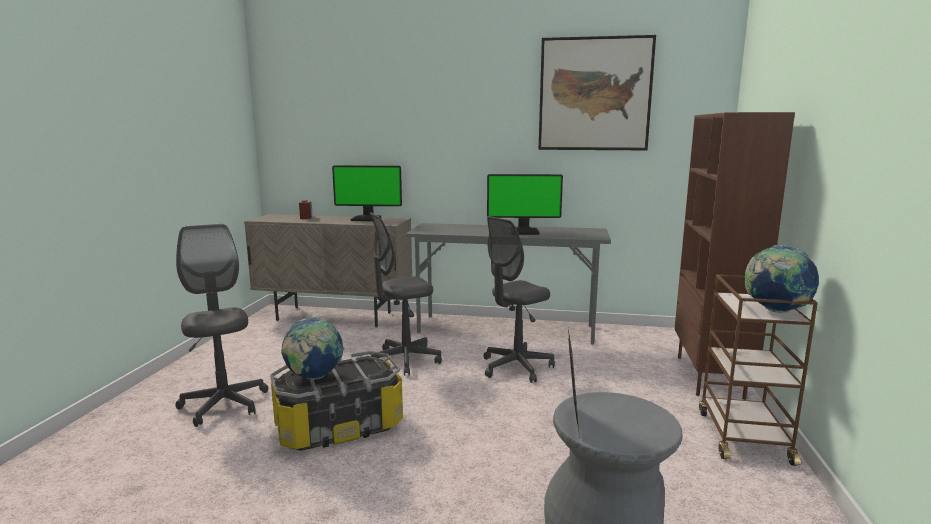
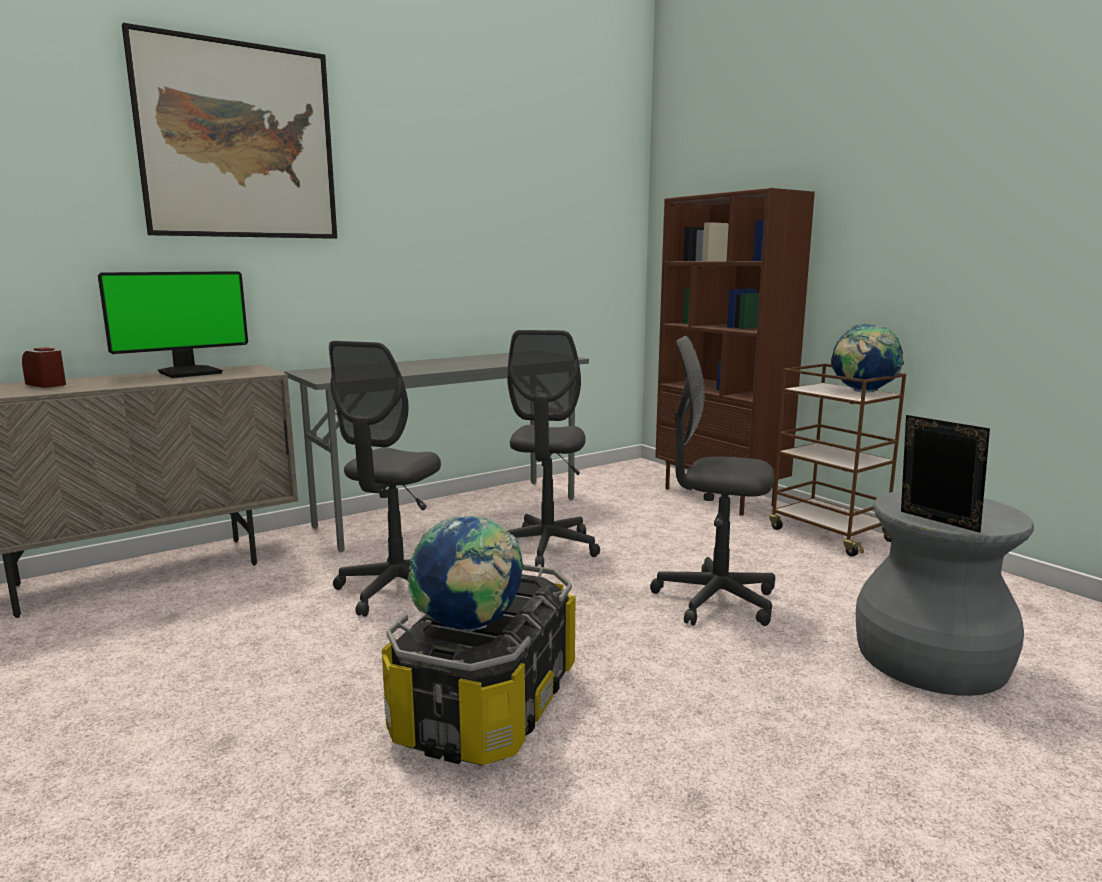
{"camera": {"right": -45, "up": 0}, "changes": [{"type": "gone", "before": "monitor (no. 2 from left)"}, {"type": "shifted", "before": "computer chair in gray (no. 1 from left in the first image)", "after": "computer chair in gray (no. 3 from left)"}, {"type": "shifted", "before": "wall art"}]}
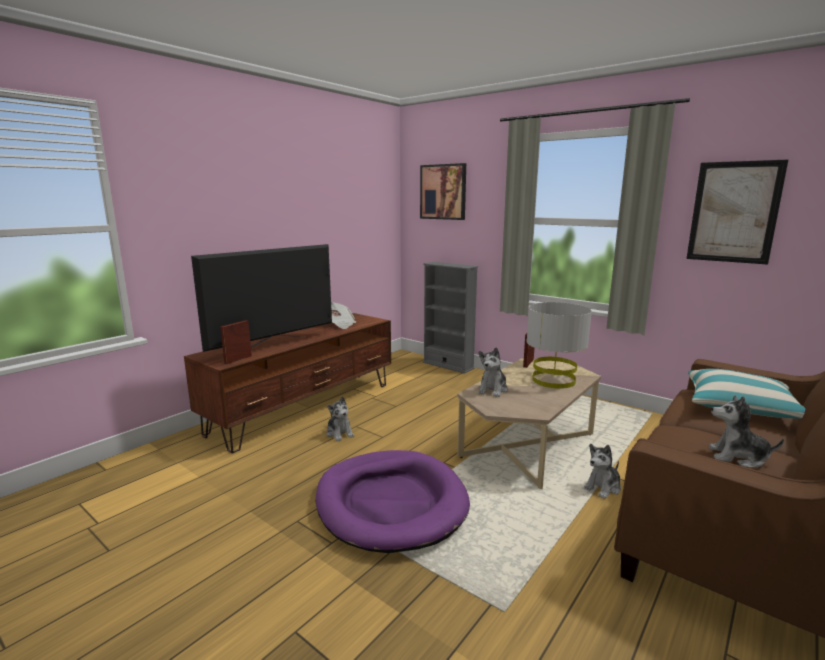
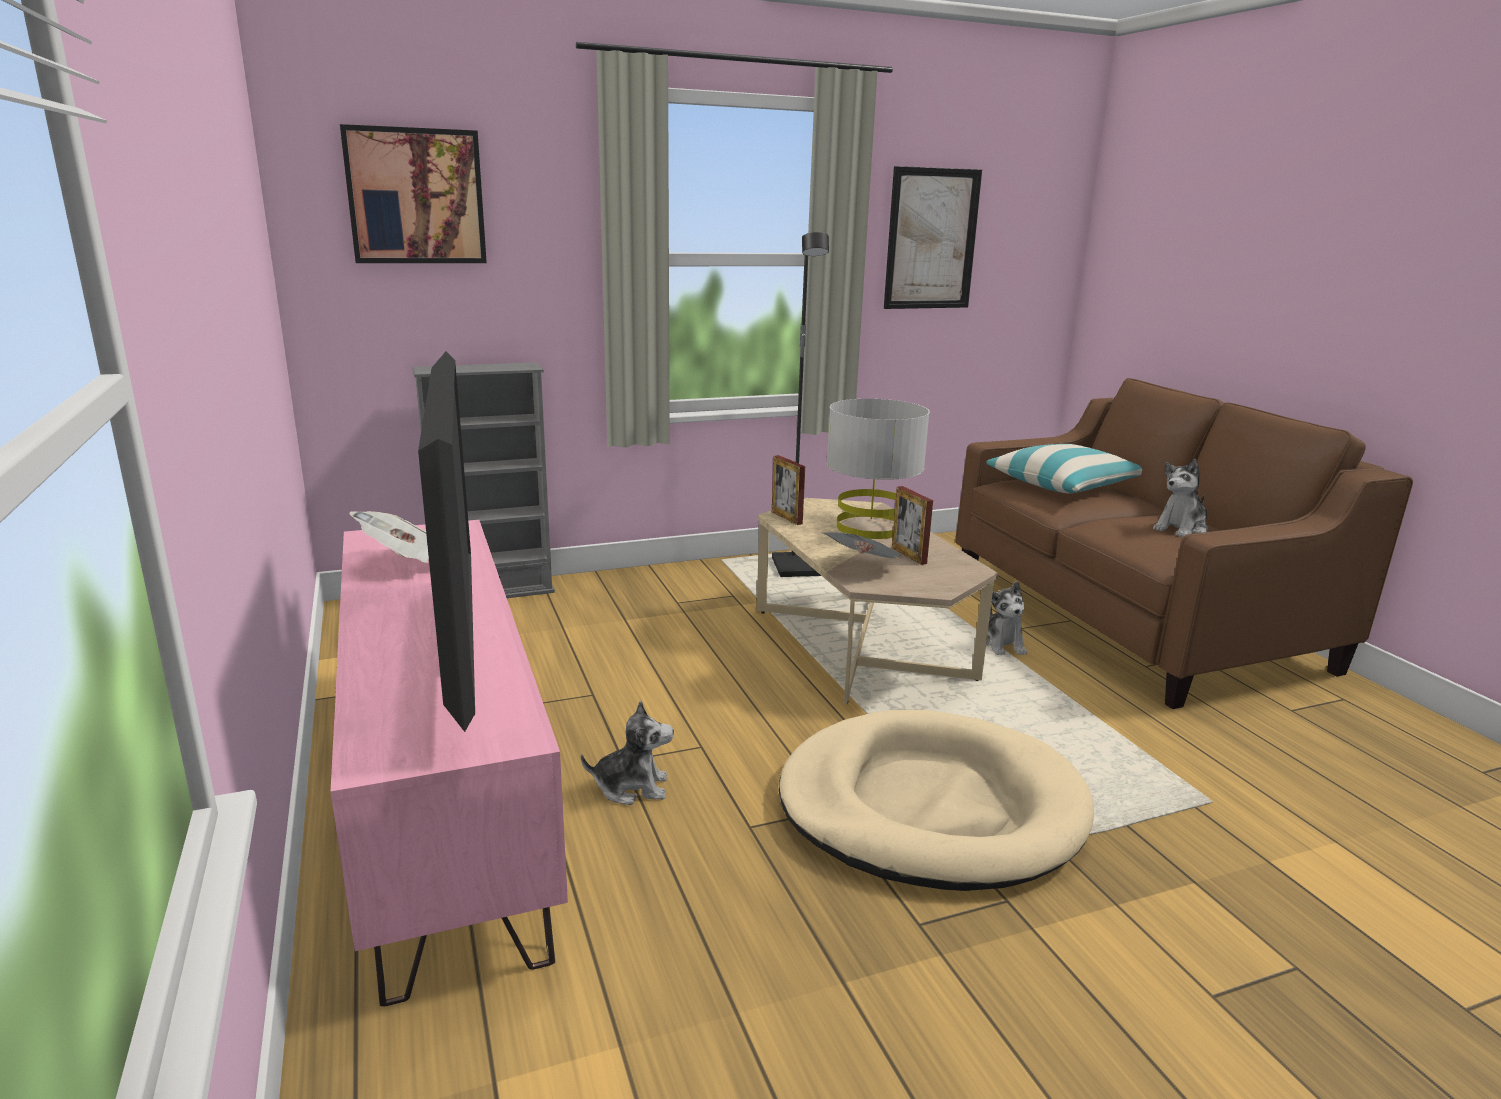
{"camera": {"right": -60, "up": 5}, "changes": [{"type": "new", "after": "standing lamp in black"}, {"type": "shifted", "before": "picture frame (no. 1 from left in the first image)", "after": "picture frame (no. 2 from left)"}, {"type": "swapped", "before": "plush toy (no. 2 from left)", "after": "newspaper (no. 2 from left)"}, {"type": "repainted", "before": "tv unit in brown-coloured", "after": "tv unit in pink-coloured"}, {"type": "repainted", "before": "dog bed in purple", "after": "dog bed in beige-coloured"}]}
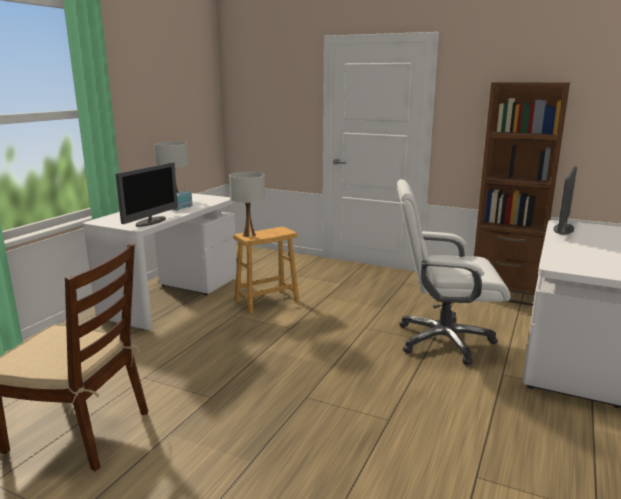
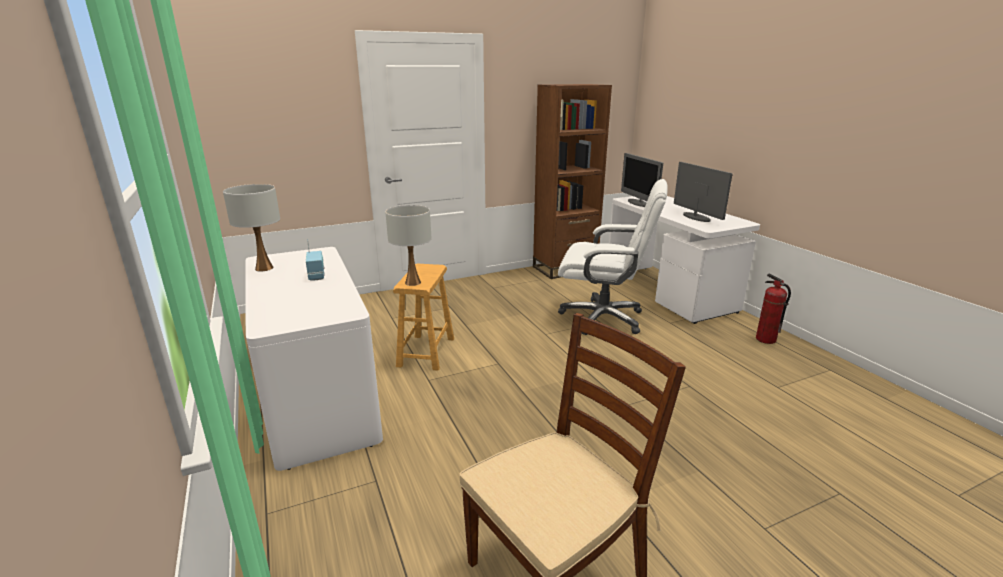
{"camera": {"right": -50, "up": 5}, "changes": [{"type": "new", "after": "extinguisher"}, {"type": "shifted", "before": "monitor (no. 1 from left in the first image)", "after": "monitor (no. 2 from left)"}, {"type": "rotated", "before": "computer chair in white", "turn": -120}]}
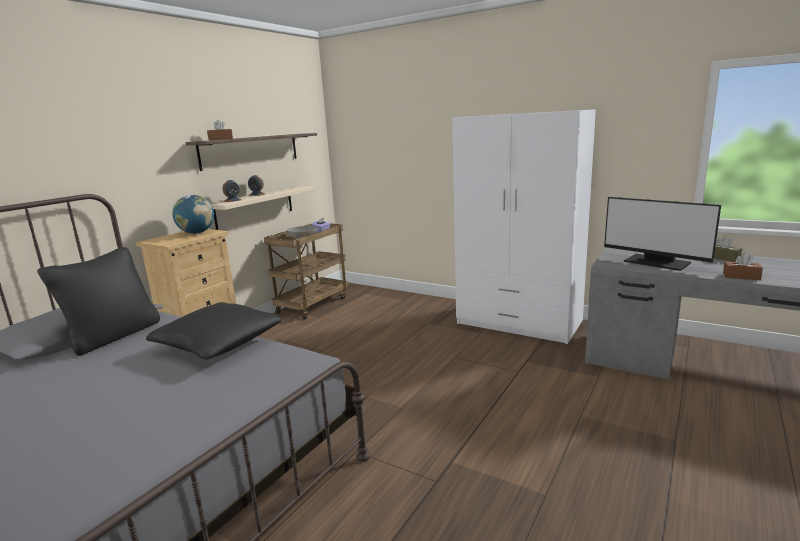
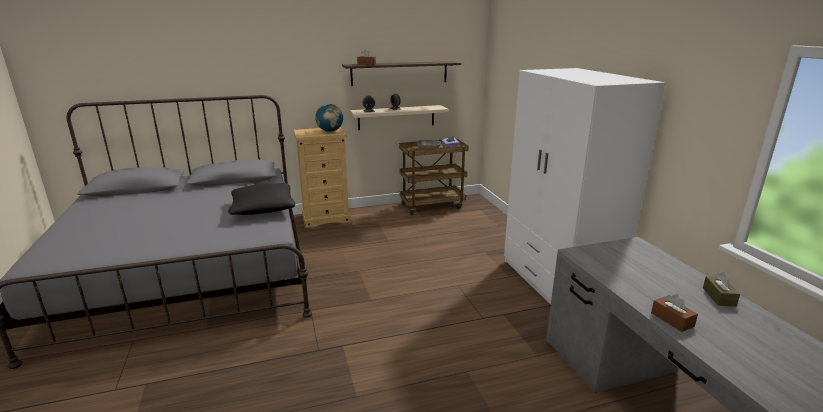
{"camera": {"right": 40, "up": 5}, "changes": [{"type": "gone", "before": "cushion in black (no. 1 from left)"}, {"type": "gone", "before": "monitor"}]}
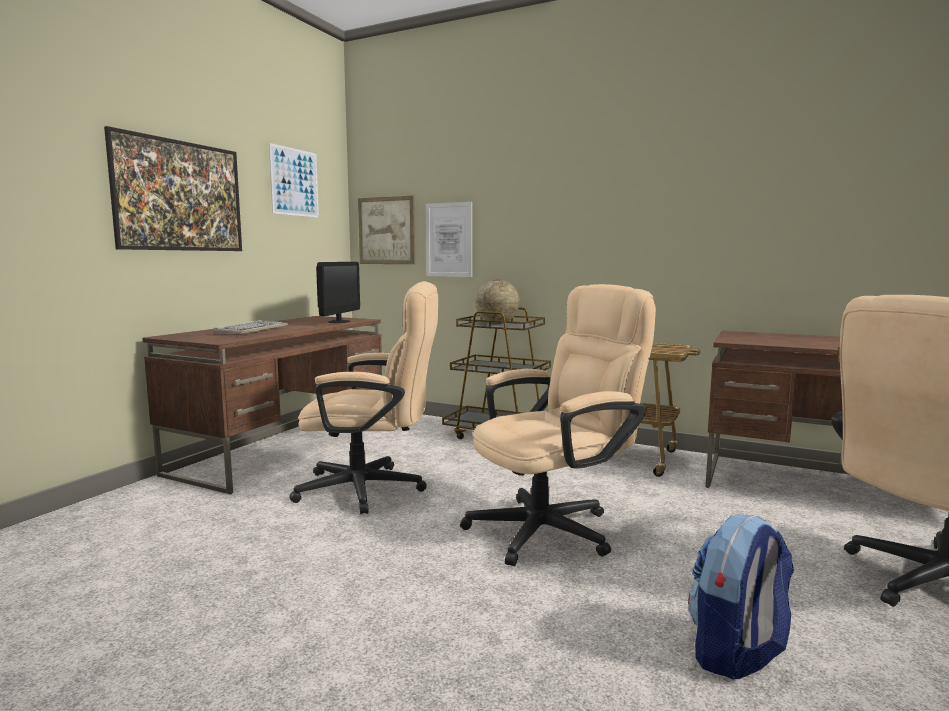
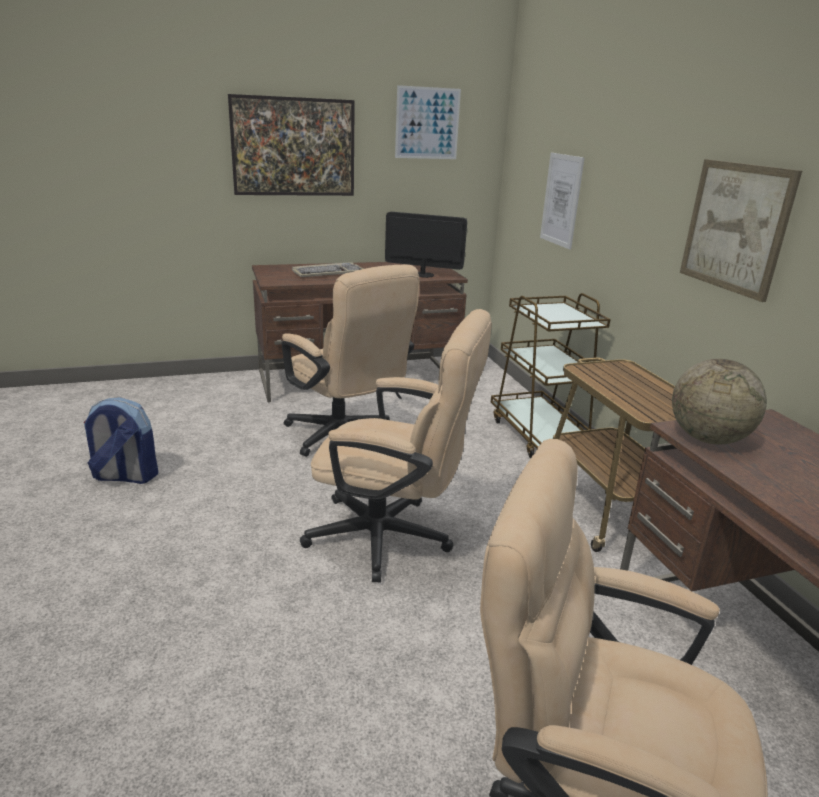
{"camera": {"right": 45, "up": 15}, "changes": [{"type": "shifted", "before": "wall art (no. 3 from left in the first image)", "after": "wall art (no. 4 from left)"}, {"type": "shifted", "before": "world globe"}, {"type": "shifted", "before": "knapsack"}, {"type": "rotated", "before": "monitor", "turn": -135}]}
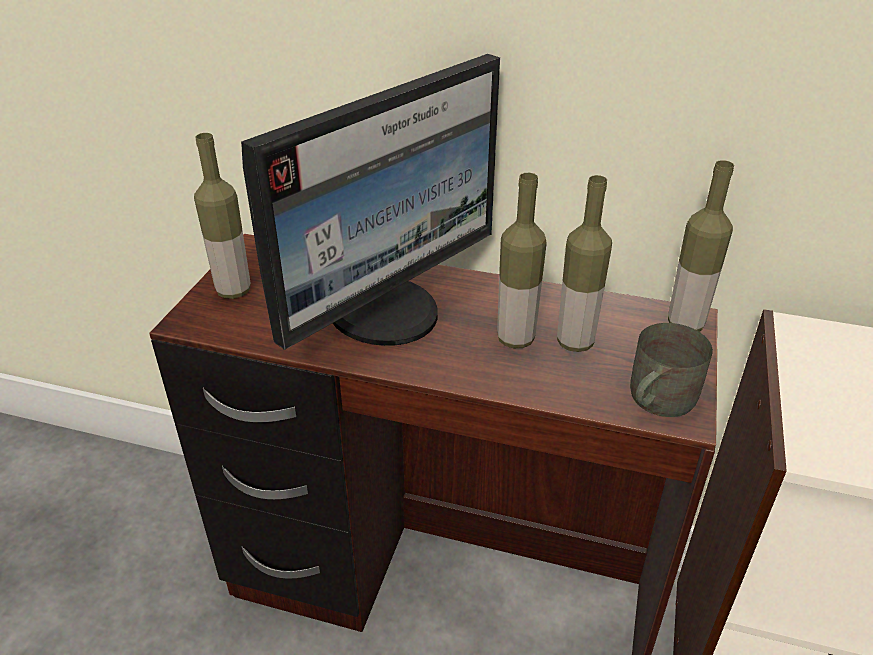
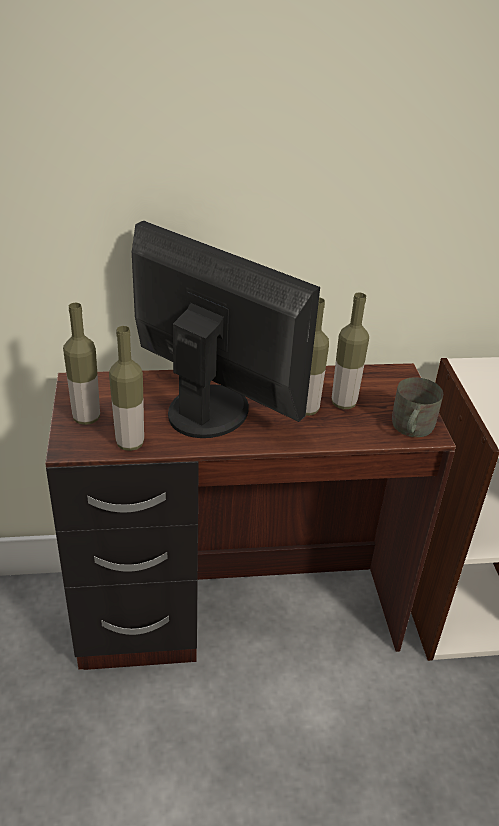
{"camera": {"right": -25, "up": 0}, "changes": [{"type": "shifted", "before": "beverage bottle (no. 4 from left in the first image)", "after": "beverage bottle (no. 2 from left)"}, {"type": "rotated", "before": "monitor", "turn": -75}]}
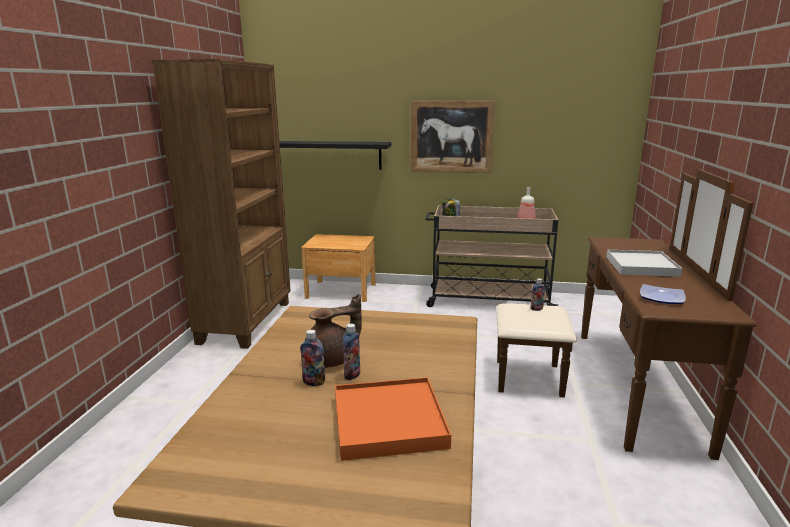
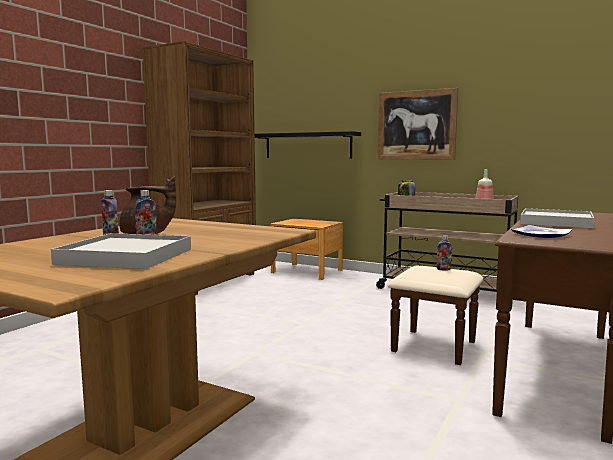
{"camera": {"right": 20, "up": -10}, "changes": [{"type": "repainted", "before": "serving tray in orange-coloured", "after": "serving tray in white (no. 1 from left)"}]}
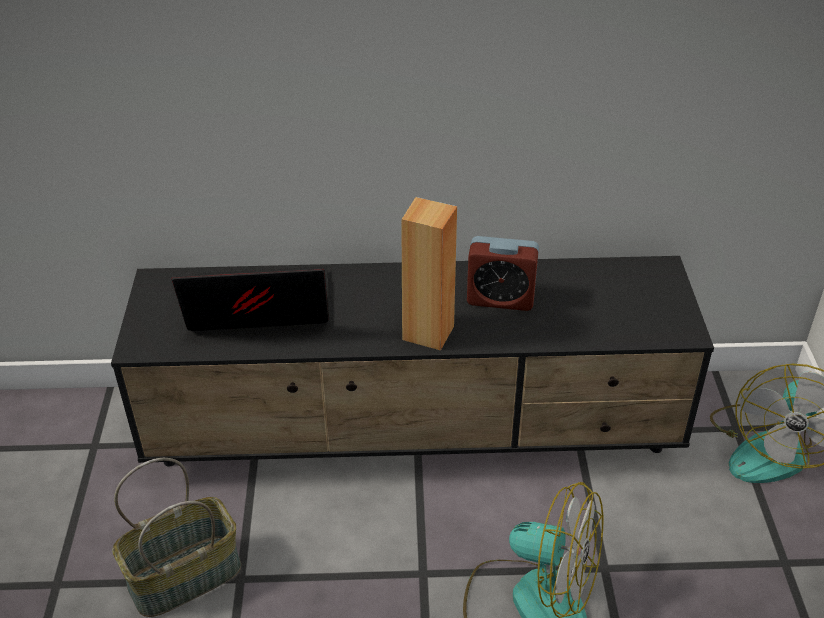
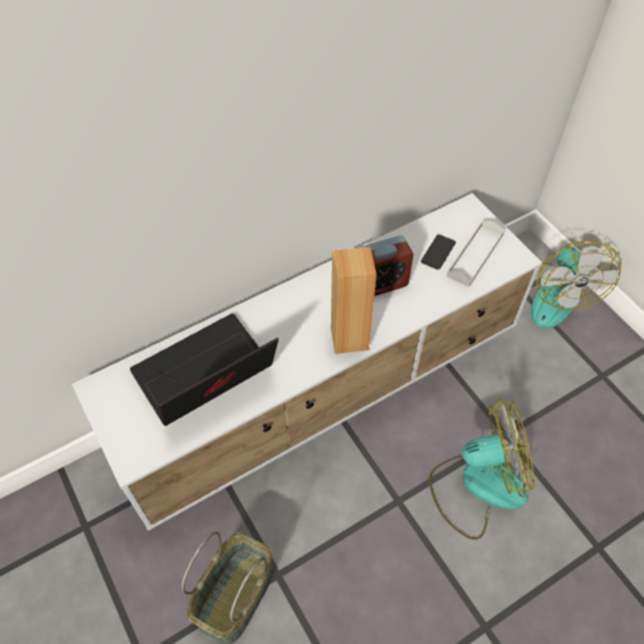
{"camera": {"right": -30, "up": 15}, "changes": [{"type": "new", "after": "phone"}, {"type": "new", "after": "serving tray in gray"}, {"type": "repainted", "before": "tv unit in black", "after": "tv unit in white"}]}
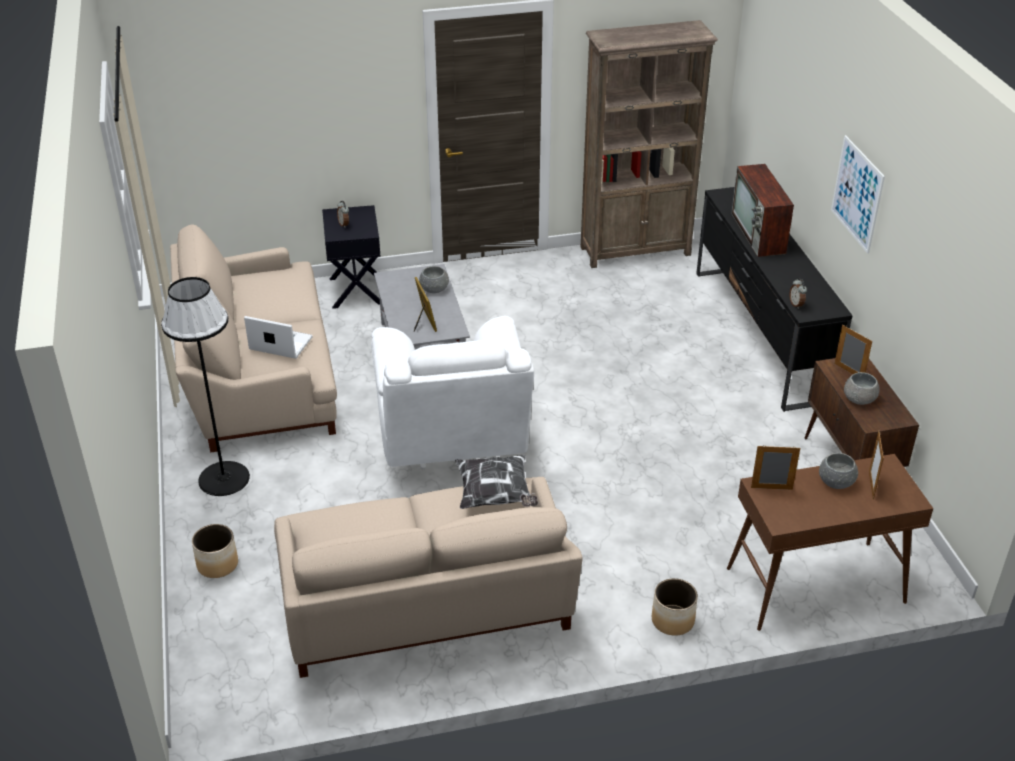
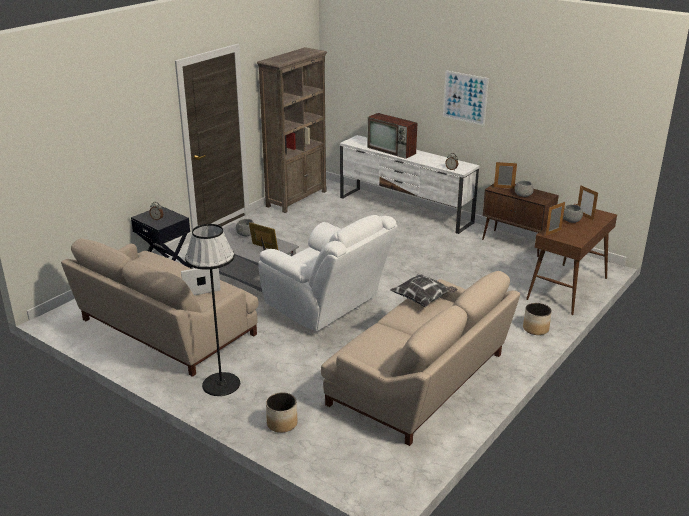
{"camera": {"right": -40, "up": -10}, "changes": [{"type": "repainted", "before": "tv unit in black", "after": "tv unit in white"}]}
